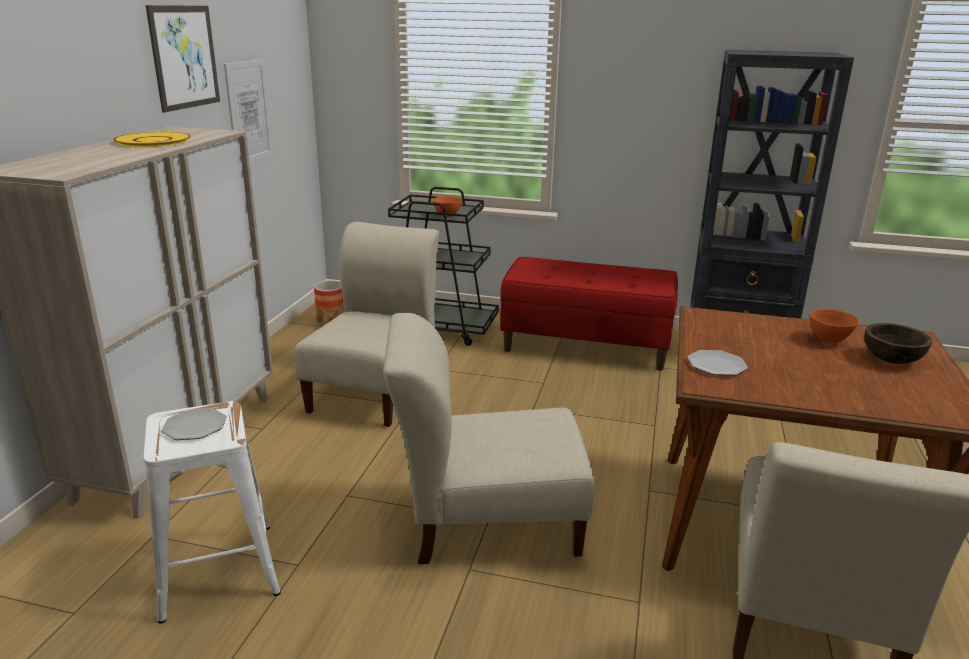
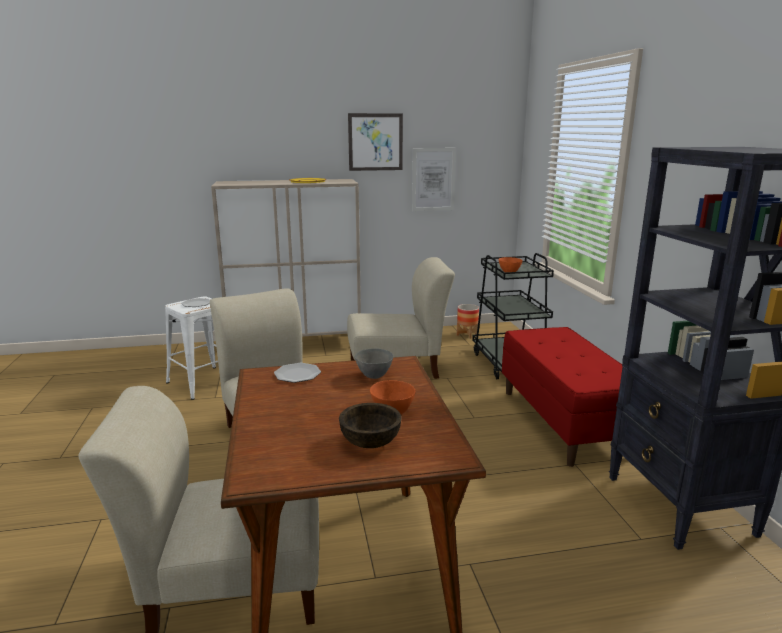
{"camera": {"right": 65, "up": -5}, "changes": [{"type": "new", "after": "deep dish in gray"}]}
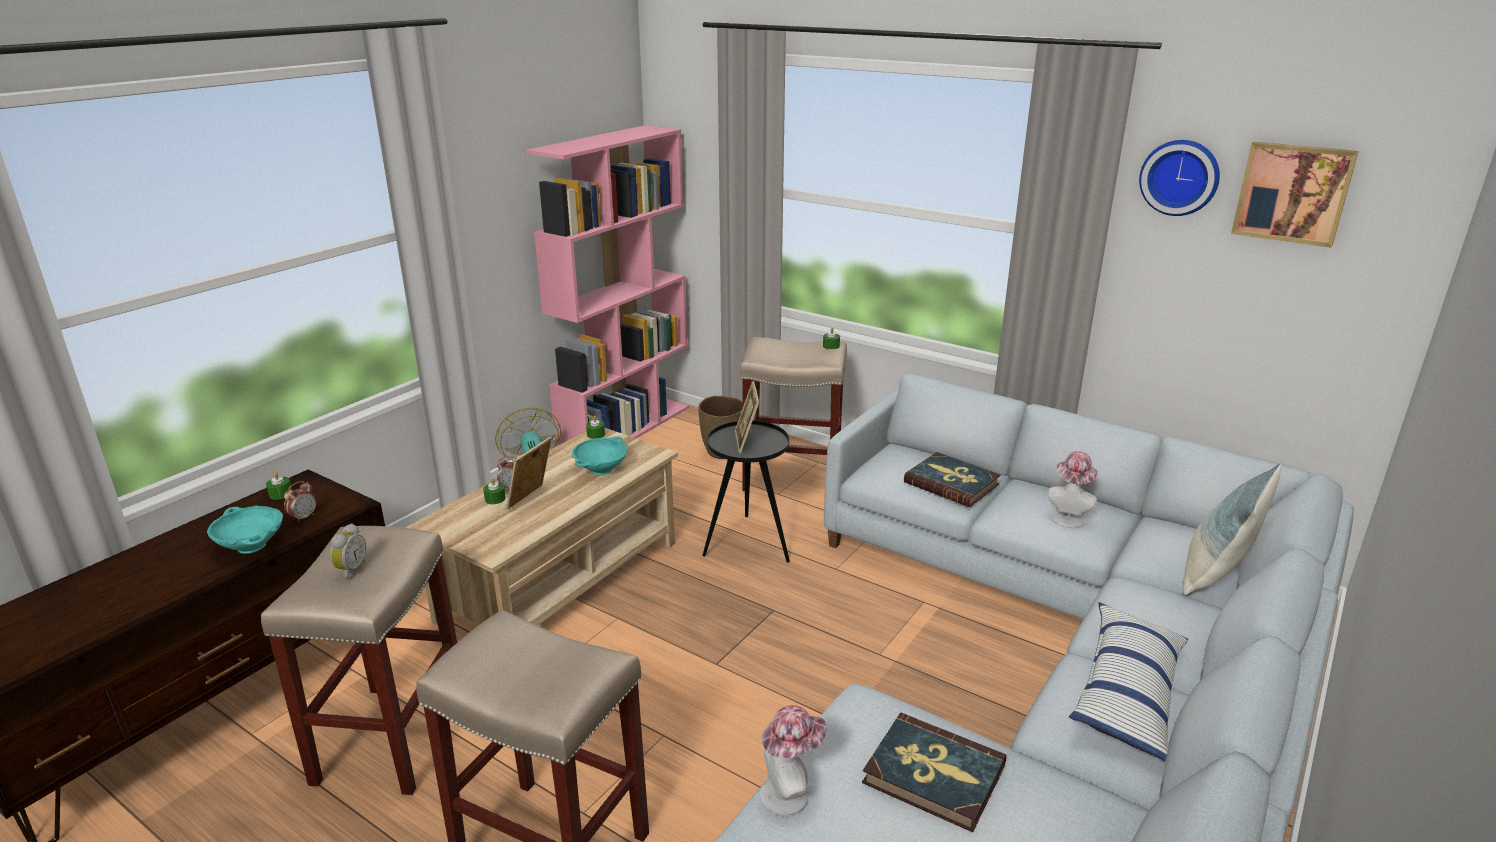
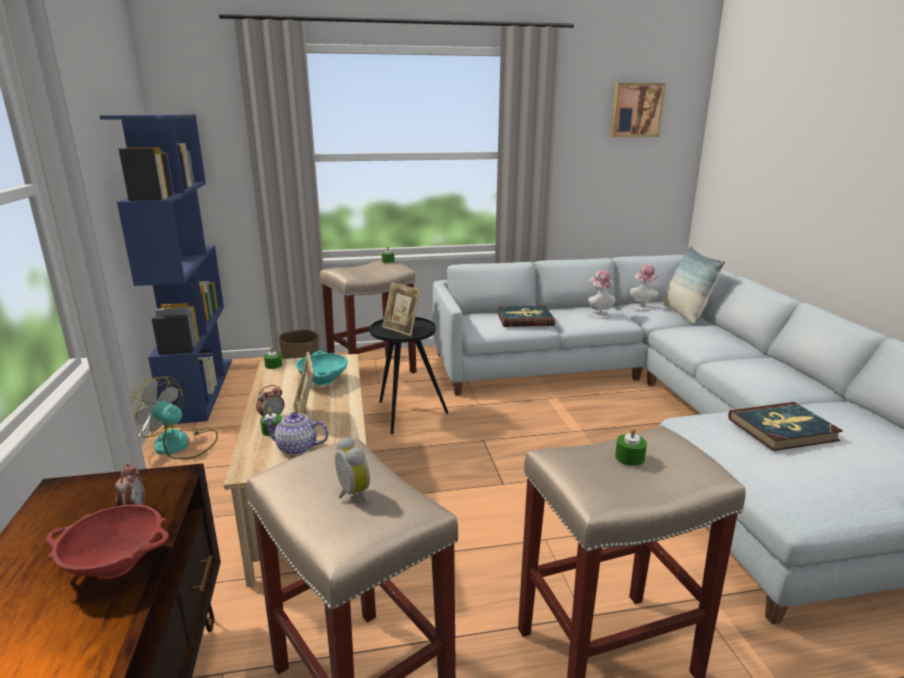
{"camera": {"right": -45, "up": -5}, "changes": [{"type": "gone", "before": "cushion (no. 1 from left)"}, {"type": "gone", "before": "wall clock"}, {"type": "new", "after": "pot for tea"}, {"type": "shifted", "before": "candle in greenish (no. 1 from left in the first image)", "after": "candle in greenish (no. 4 from left)"}, {"type": "shifted", "before": "hat (no. 1 from left in the first image)", "after": "hat (no. 2 from left)"}, {"type": "repainted", "before": "deep dish in blue-green (no. 1 from left)", "after": "deep dish in reddish"}, {"type": "repainted", "before": "bookshelf in pink-coloured", "after": "bookshelf in blue-coloured"}]}
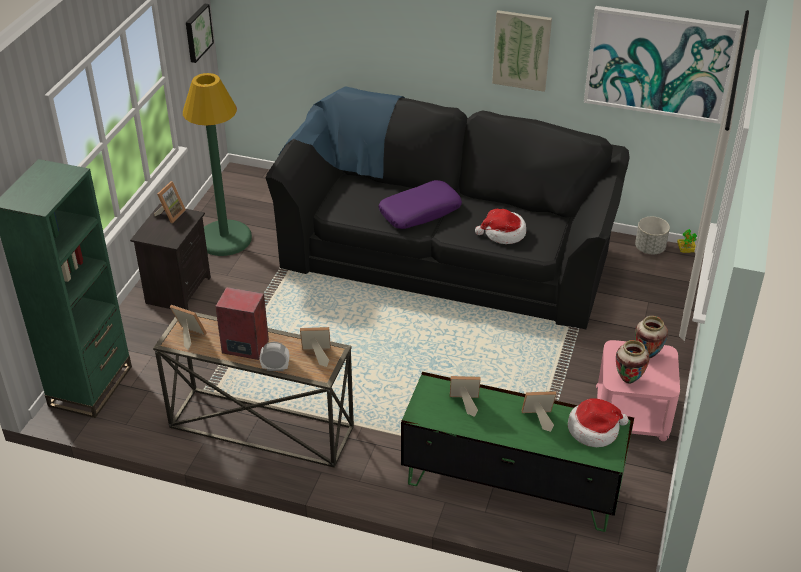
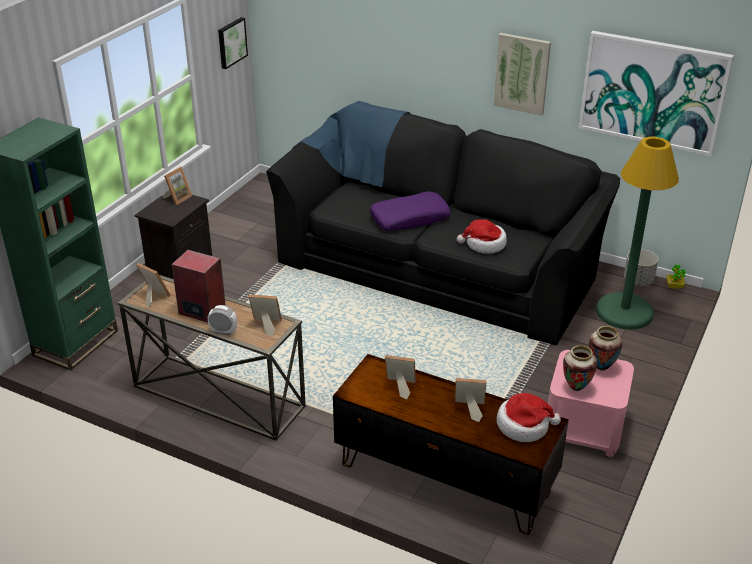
{"camera": {"right": 10, "up": -5}, "changes": [{"type": "shifted", "before": "standing lamp in greenish"}, {"type": "repainted", "before": "tv unit in greenish", "after": "tv unit in brown-coloured"}]}
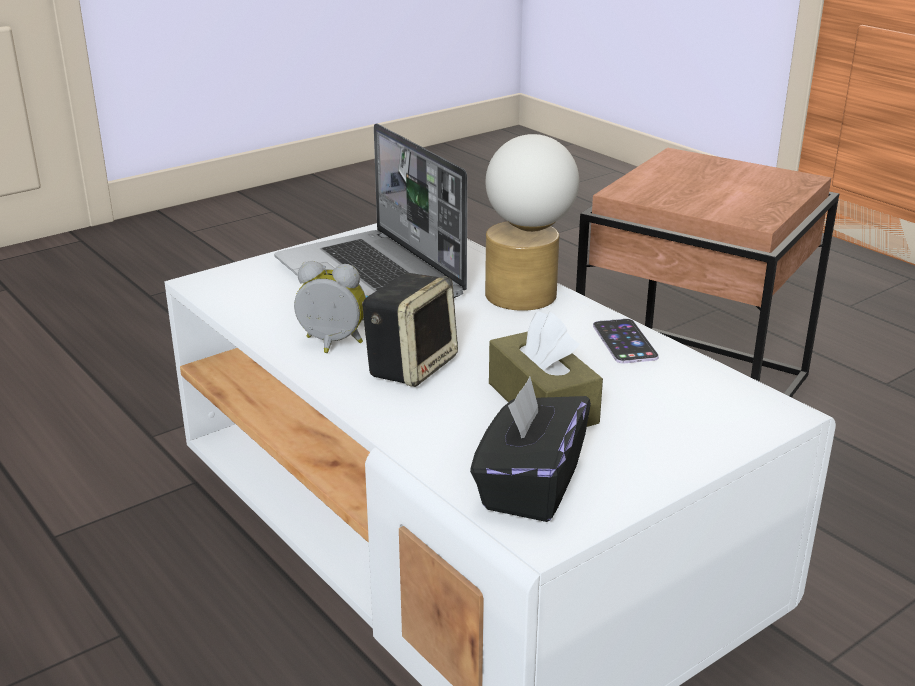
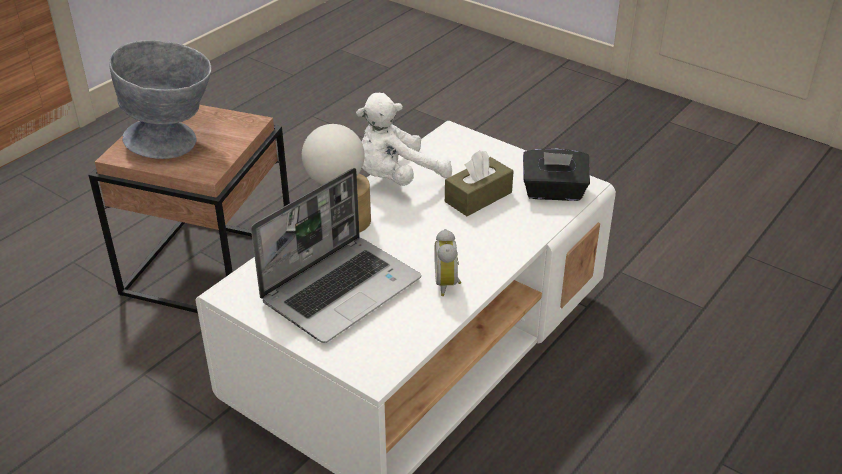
{"camera": {"right": -105, "up": 10}, "changes": [{"type": "gone", "before": "loudspeaker"}, {"type": "new", "after": "deep dish in gray"}, {"type": "swapped", "before": "phone", "after": "plush toy in white"}]}
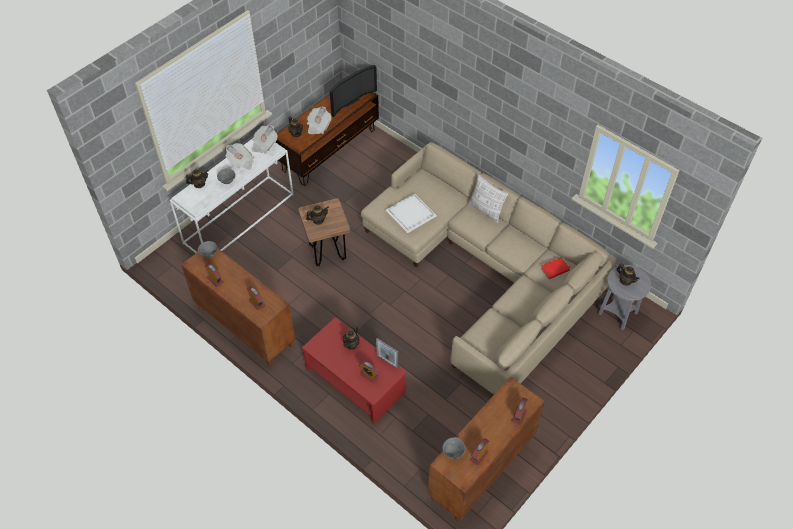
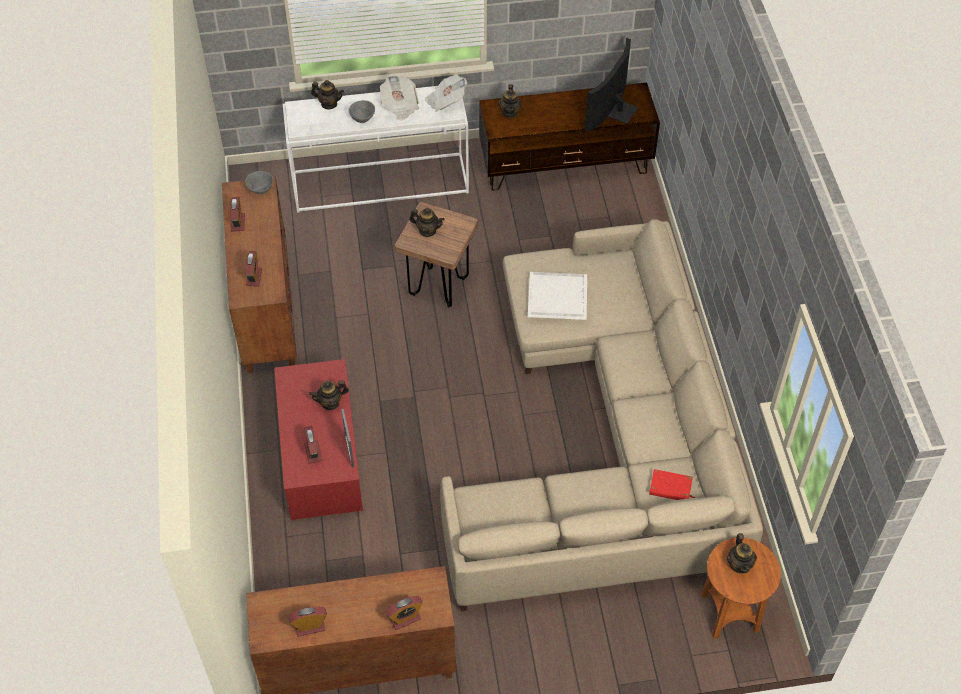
{"camera": {"right": 40, "up": 0}, "changes": [{"type": "gone", "before": "newspaper (no. 3 from left)"}, {"type": "gone", "before": "deep dish in gray (no. 3 from left)"}, {"type": "gone", "before": "cushion"}, {"type": "repainted", "before": "end table in gray", "after": "end table in brown-coloured"}, {"type": "rotated", "before": "television", "turn": 120}]}
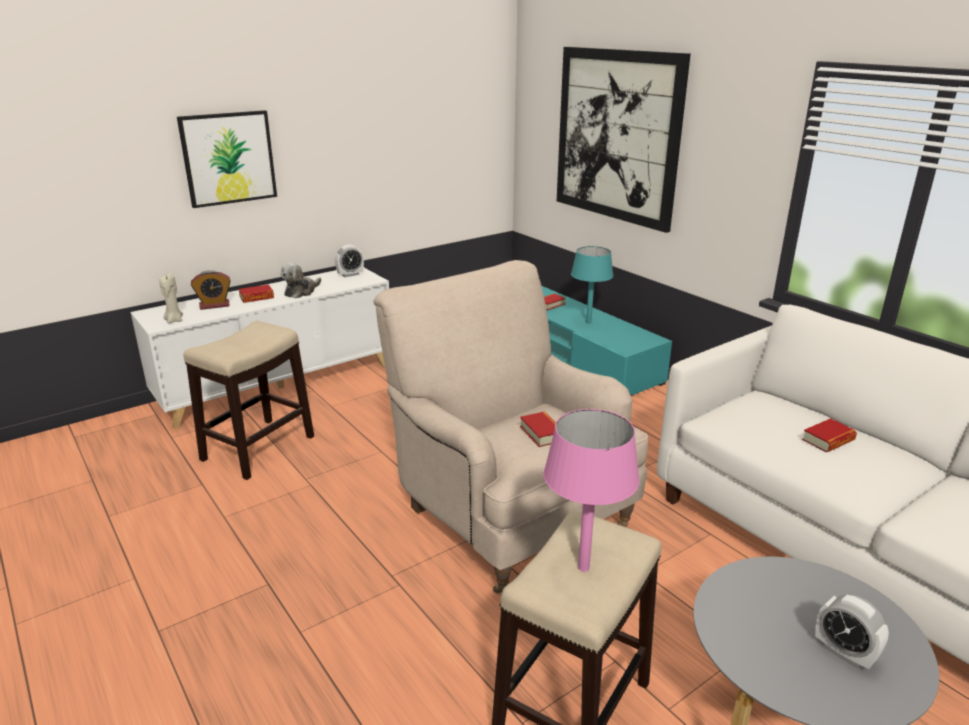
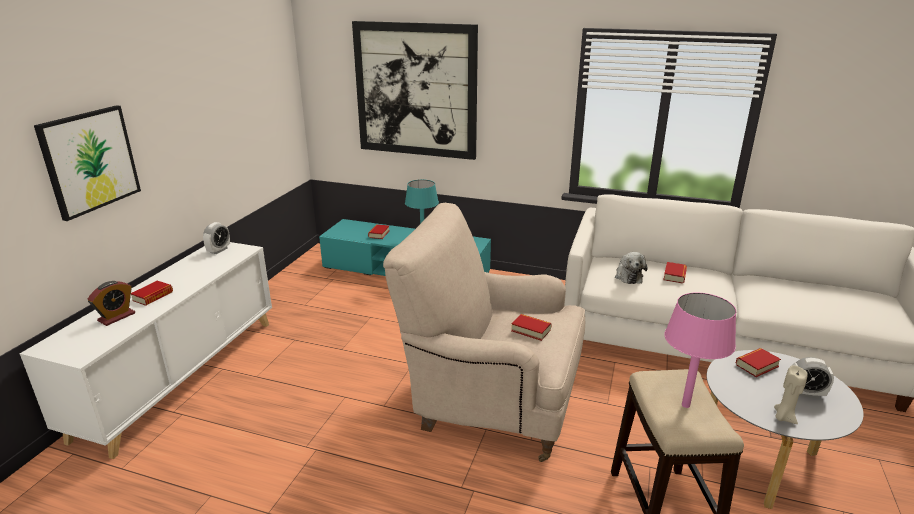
{"camera": {"right": -35, "up": 0}, "changes": [{"type": "gone", "before": "sitting stool (no. 1 from left)"}, {"type": "new", "after": "volume (no. 5 from left)"}, {"type": "shifted", "before": "candle in beige-coloured"}, {"type": "shifted", "before": "plush toy"}]}
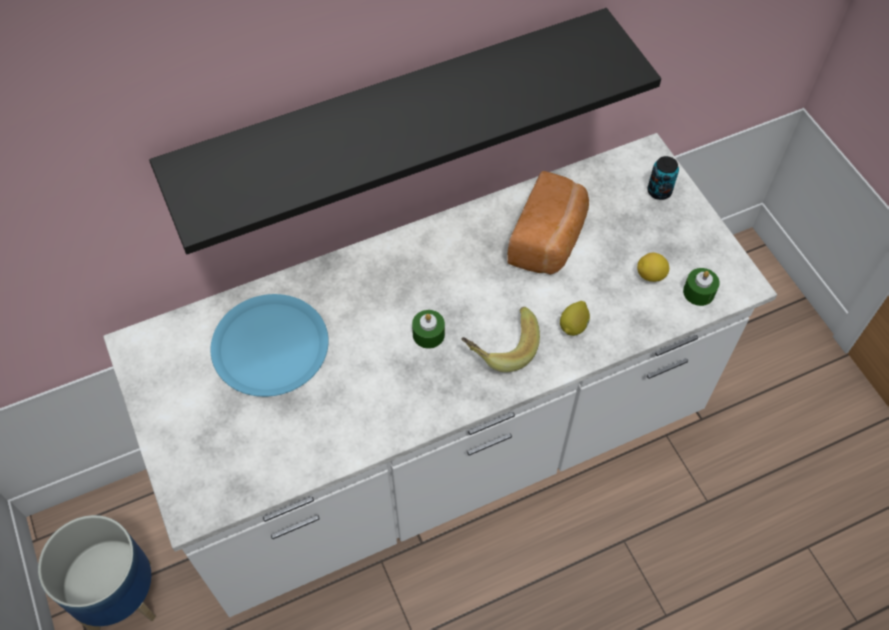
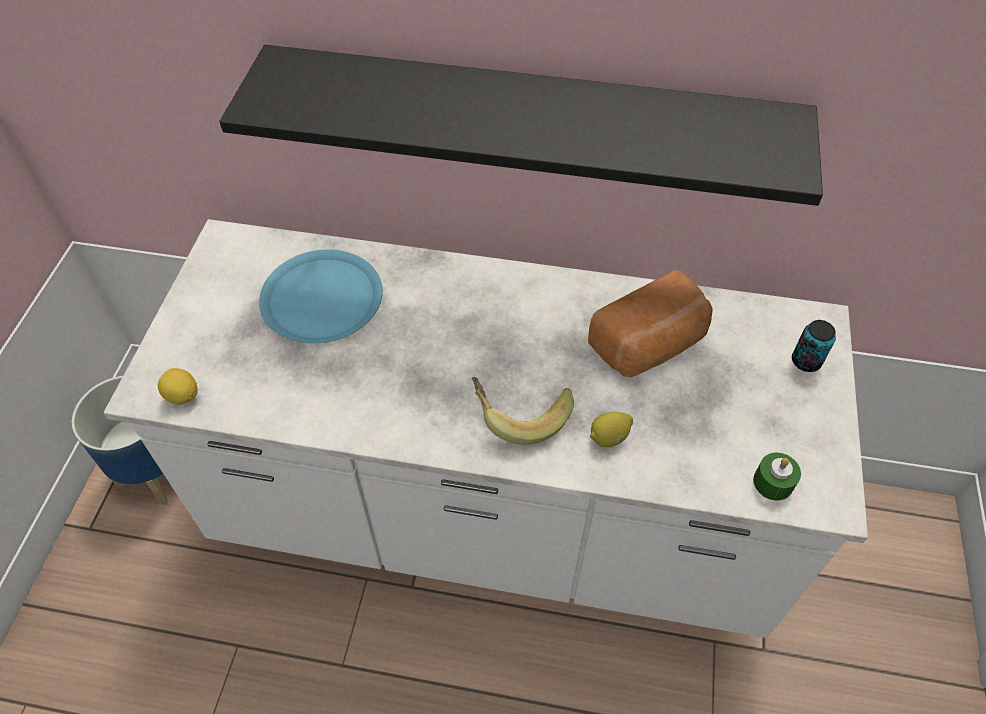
{"camera": {"right": 35, "up": -5}, "changes": [{"type": "gone", "before": "candle in greenish (no. 1 from left)"}, {"type": "shifted", "before": "whole lemon (no. 2 from left in the first image)", "after": "whole lemon (no. 1 from left)"}]}
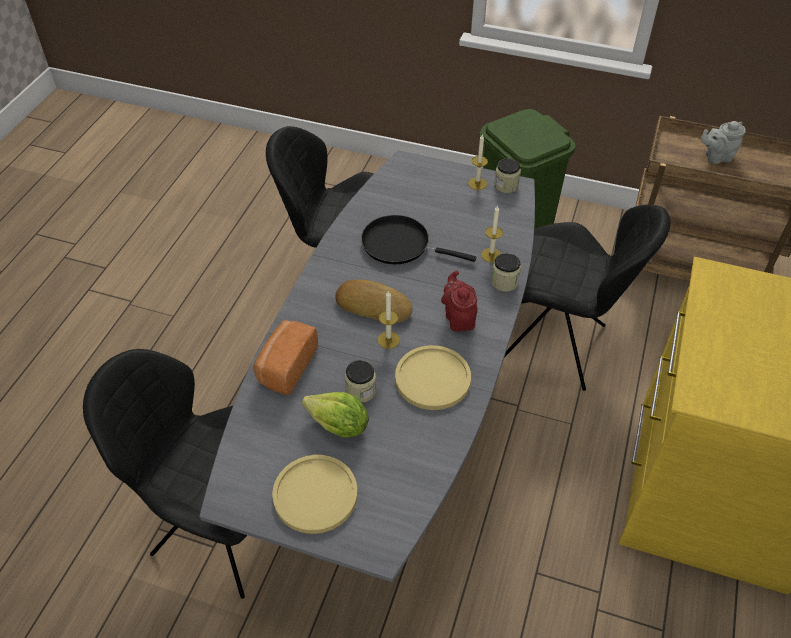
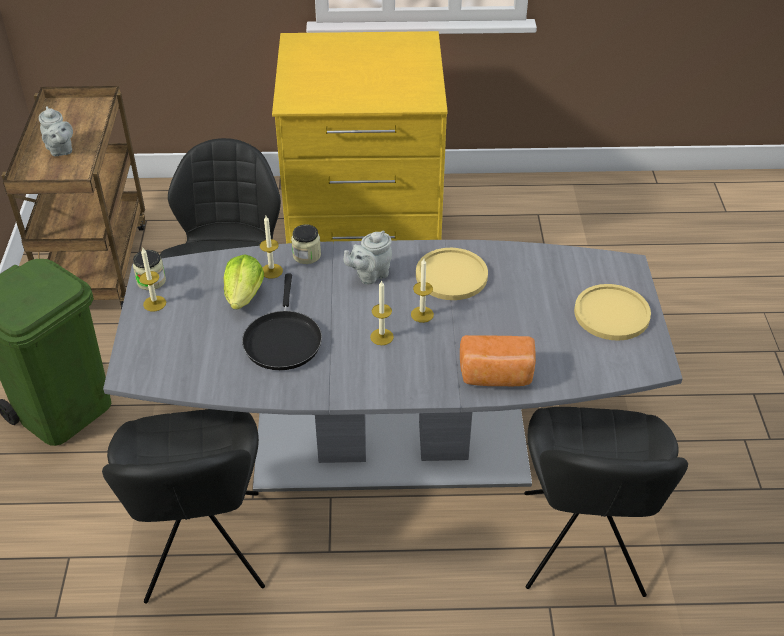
{"camera": {"right": -110, "up": -5}, "changes": [{"type": "gone", "before": "storage jar (no. 1 from left)"}, {"type": "shifted", "before": "lettuce"}, {"type": "swapped", "before": "bread (no. 2 from left)", "after": "candle (no. 3 from left)"}, {"type": "repainted", "before": "pot for tea in reddish", "after": "pot for tea in gray (no. 2 from left)"}]}
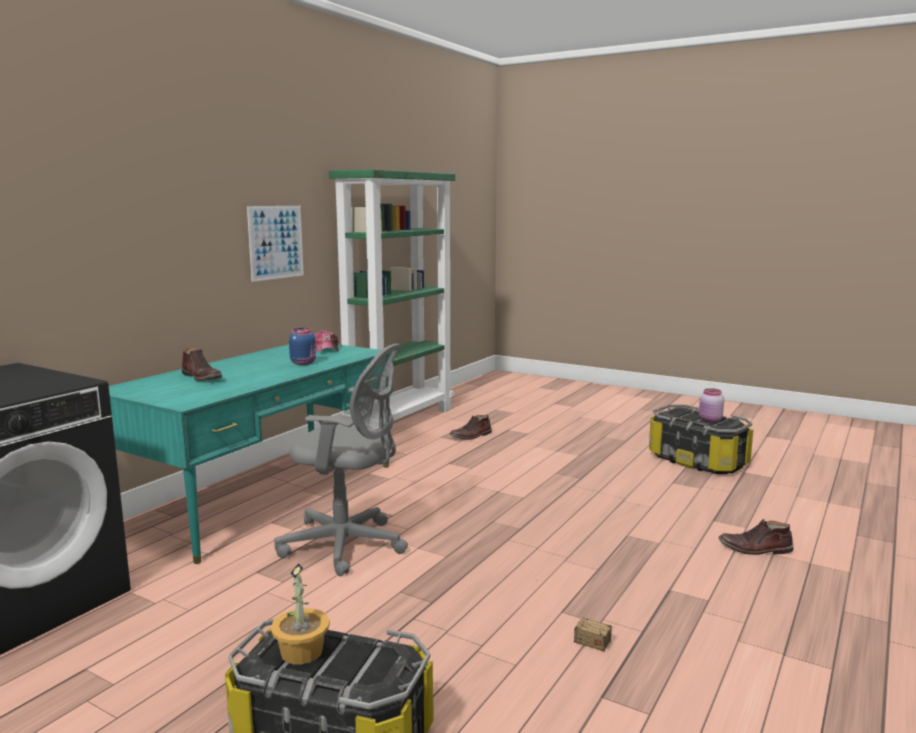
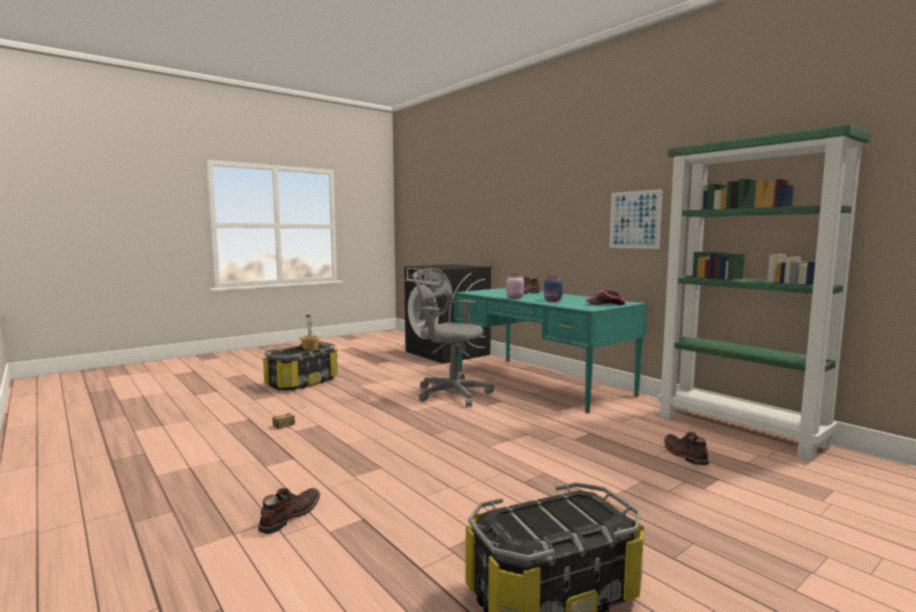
{"camera": {"right": 110, "up": -5}, "changes": [{"type": "shifted", "before": "storage jar in pink-coloured"}, {"type": "rotated", "before": "computer chair in gray", "turn": 90}]}
